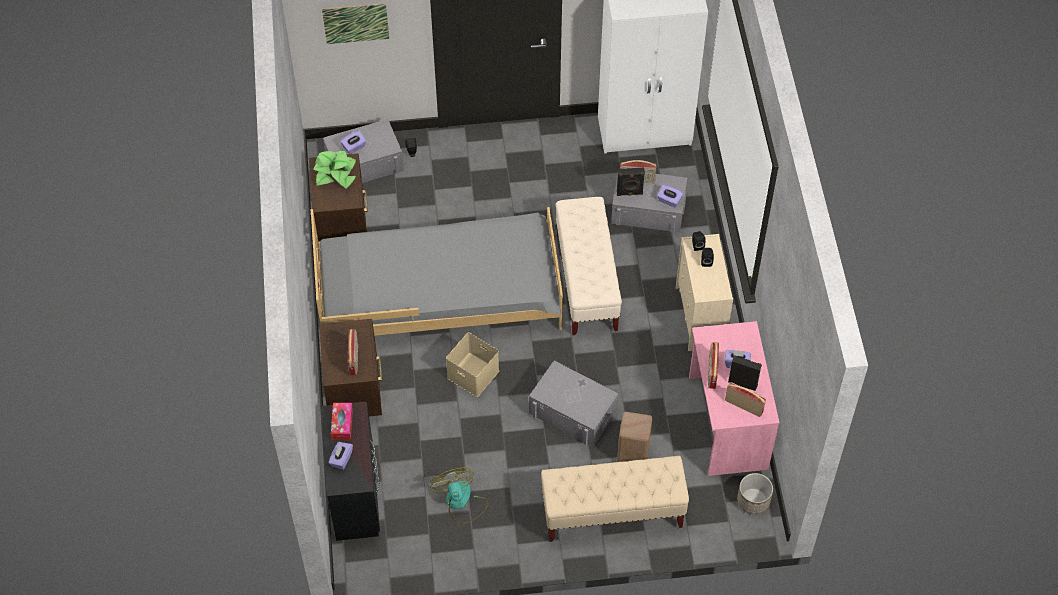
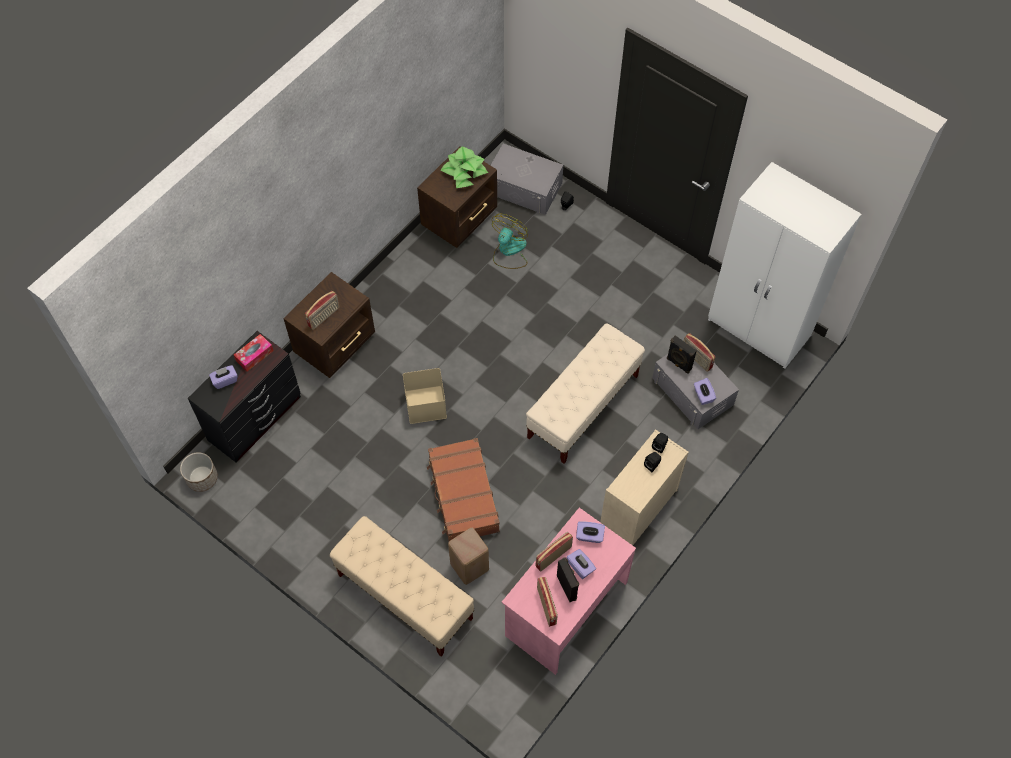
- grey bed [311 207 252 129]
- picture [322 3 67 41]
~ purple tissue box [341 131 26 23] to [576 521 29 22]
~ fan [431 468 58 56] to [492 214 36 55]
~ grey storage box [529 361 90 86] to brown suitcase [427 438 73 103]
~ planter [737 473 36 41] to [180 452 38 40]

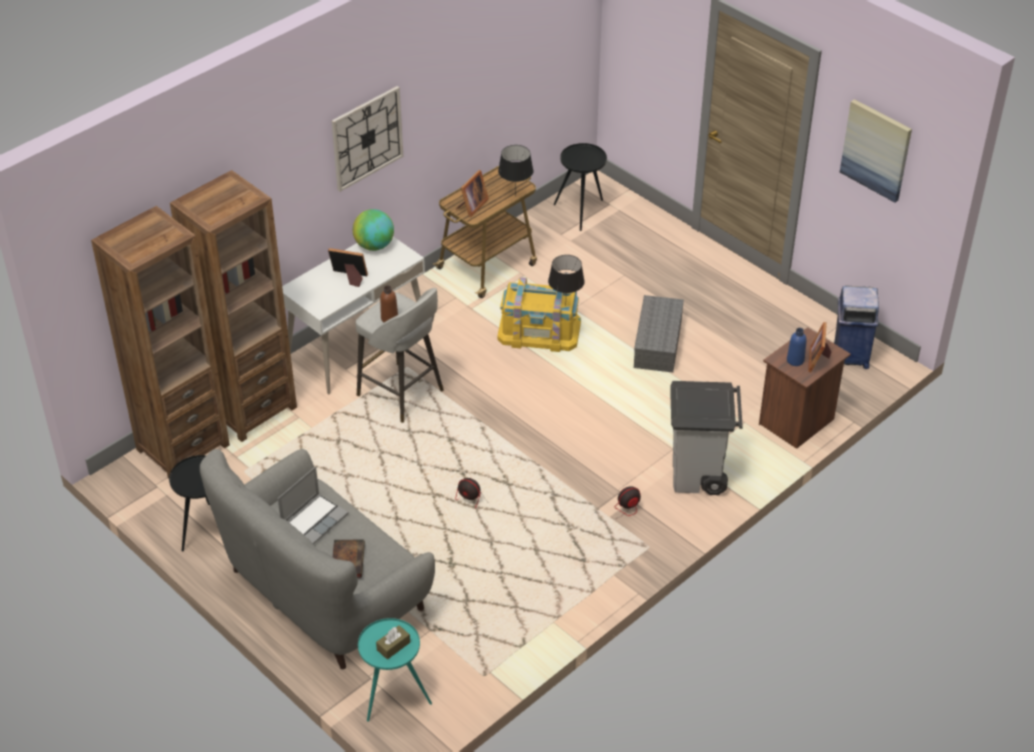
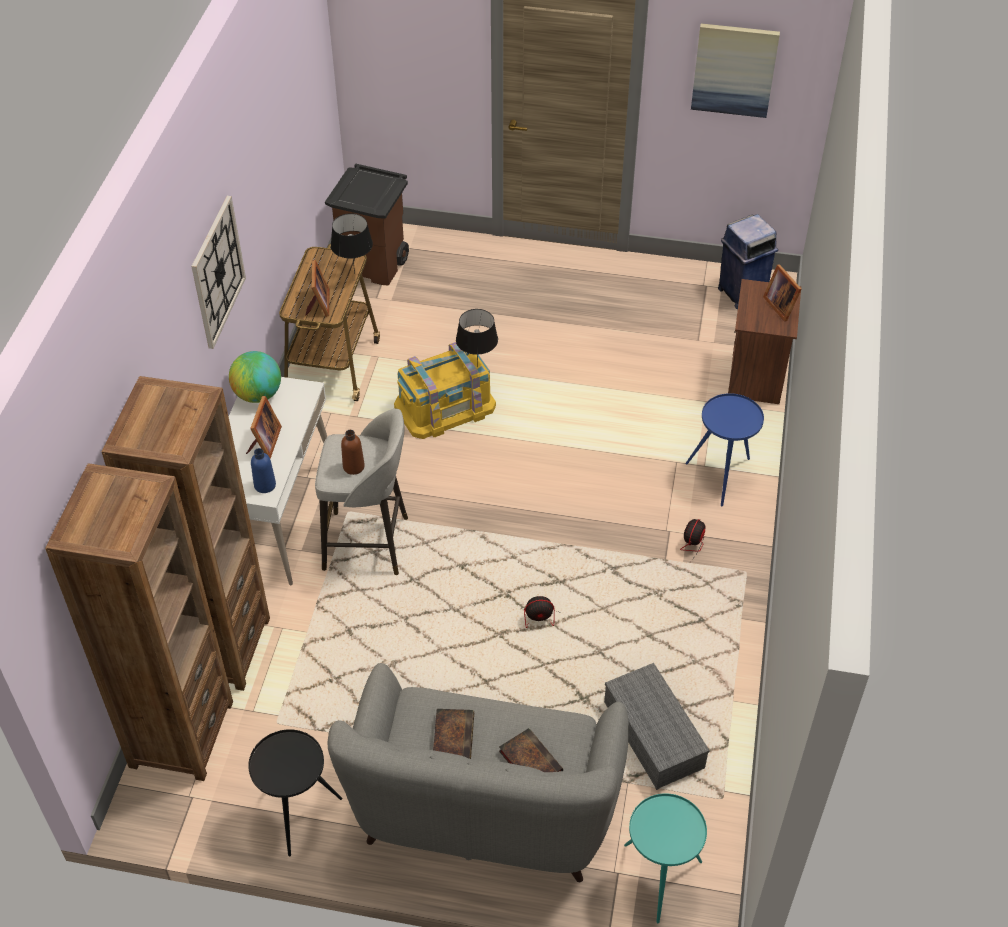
~ laptop [278 466 70 78] to book [433 709 41 50]
~ picture frame [328 248 40 39] = [246 396 36 63] 120 degrees clockwise
- brown tissue box [376 625 34 34]
~ black side table [554 143 53 88] to brown trash can [325 164 84 121]
~ grey storage box [634 295 50 78] to [604 663 106 127]
~ grey trash can [670 381 73 114] to blue side table [686 393 78 113]
~ blue bottle [787 328 20 38] to [251 448 25 45]

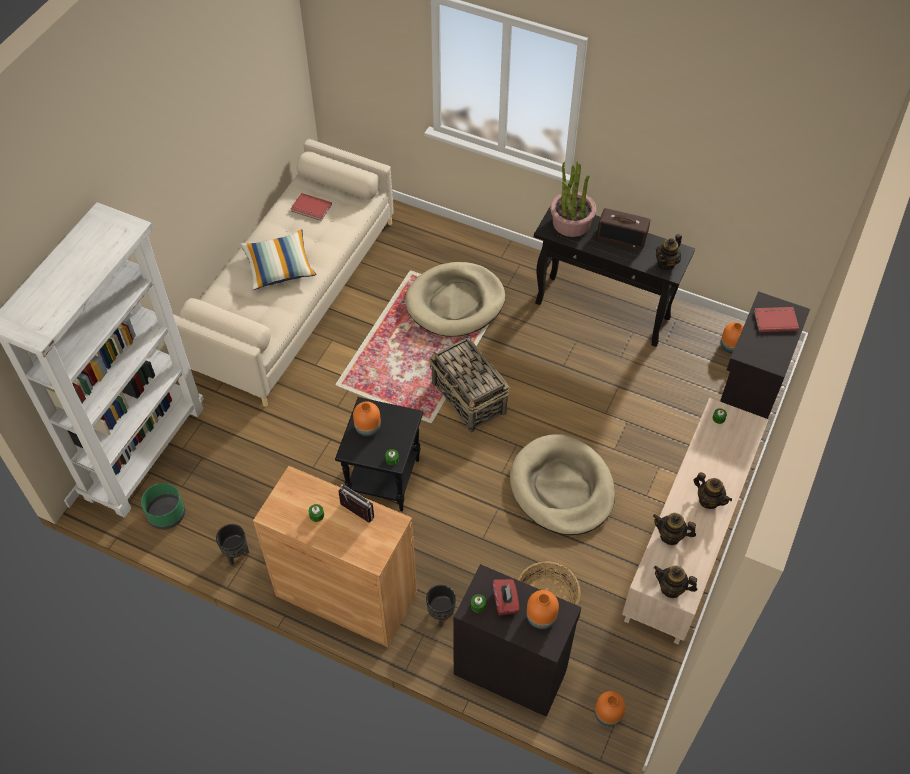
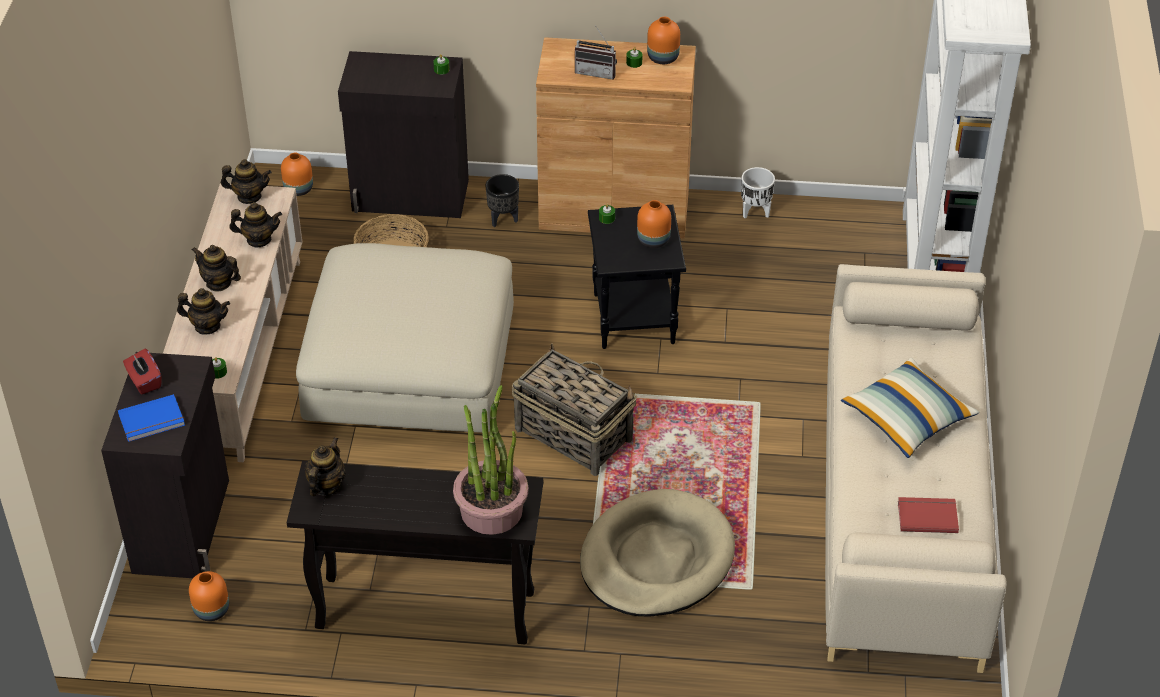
- green planter [141 483 44 47]
~ black planter [216 524 33 41] to white planter [741 167 34 51]
~ red tissue box [493 579 26 37] to [123 349 39 45]
~ beige dog bed [510 434 105 101] to beige ottoman [296 243 218 190]
~ orange vase [526 590 33 39] to [647 17 33 47]
- radio [597 208 53 41]
~ red book [754 307 45 25] to blue book [118 394 67 48]
+ teapot [177 288 53 46]

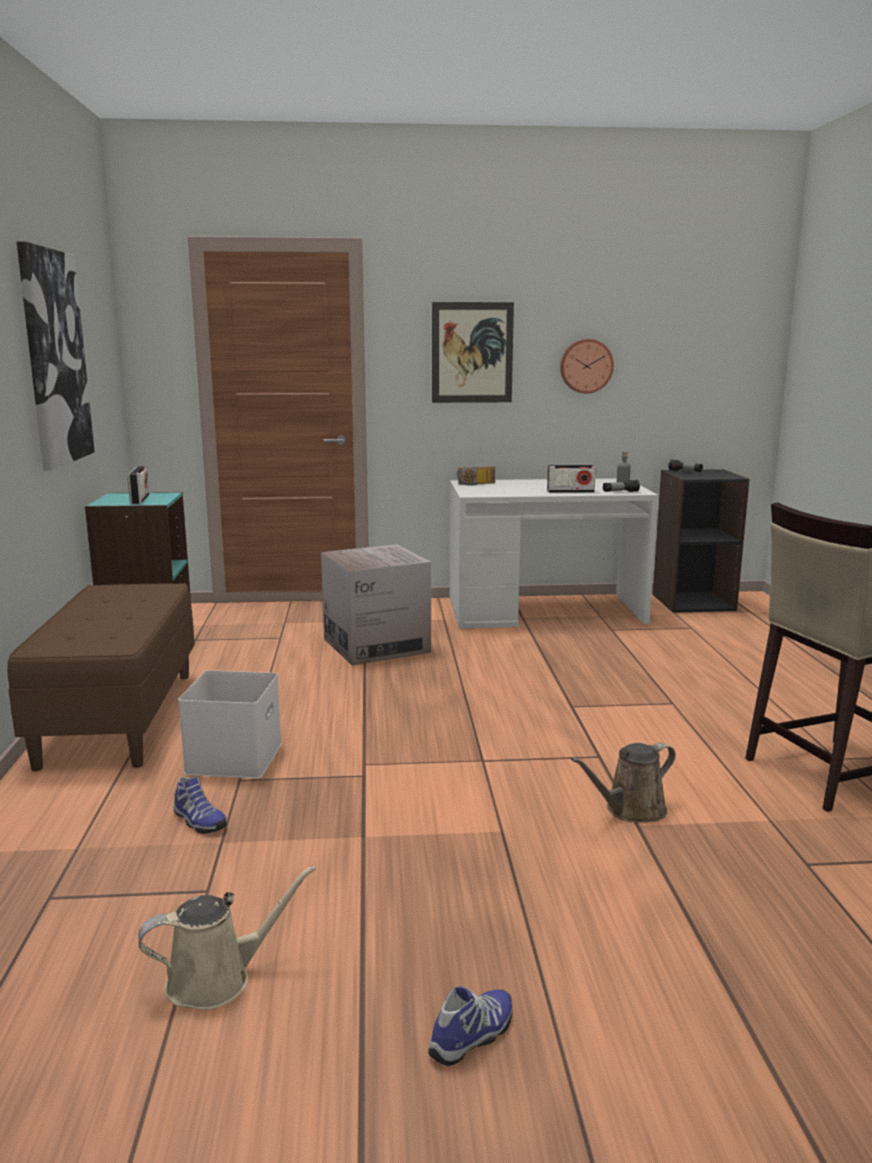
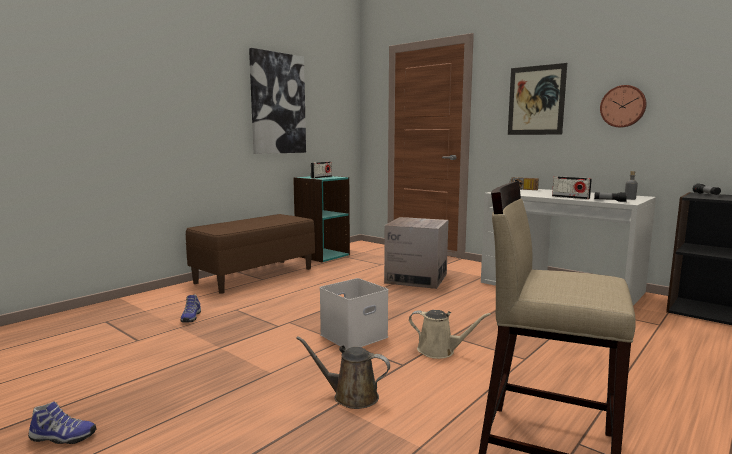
~ beige watering can [138 865 178 145] to [409 310 82 49]
~ white storage box [178 670 104 109] to [320 278 69 72]

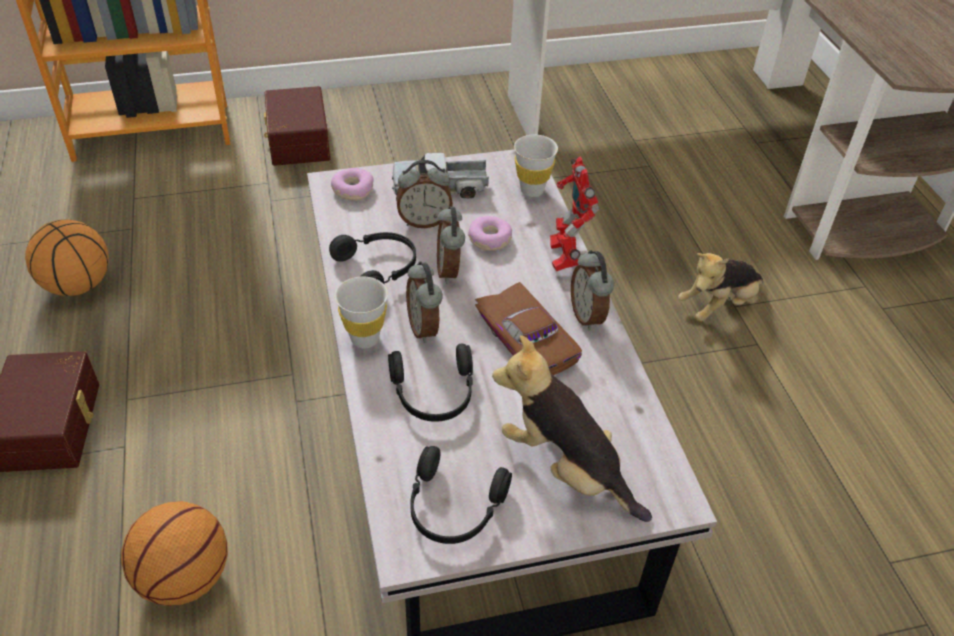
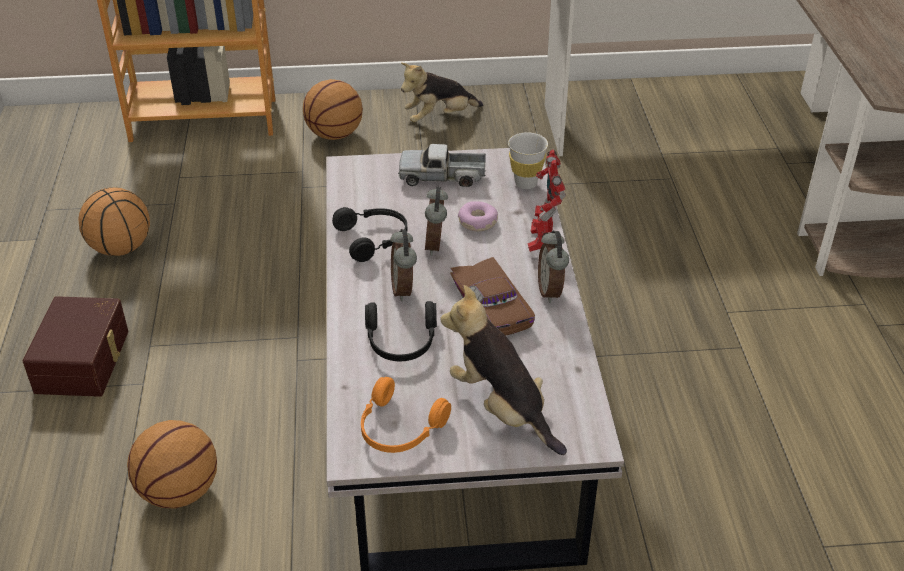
~ brown storage box [264 86 66 80] to basketball [303 79 60 61]
- donut [331 168 43 33]
- white cup [335 276 53 72]
- alarm clock [396 160 57 68]
~ black headphones [410 446 102 98] to orange headphones [361 377 90 76]
~ plush toy [678 253 85 69] to [401 63 82 59]

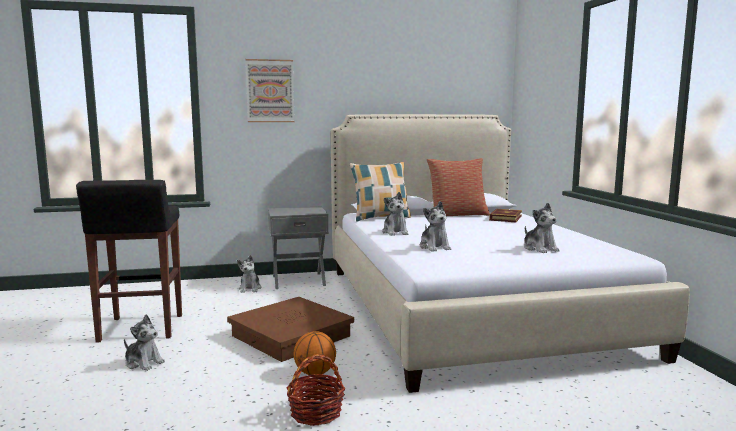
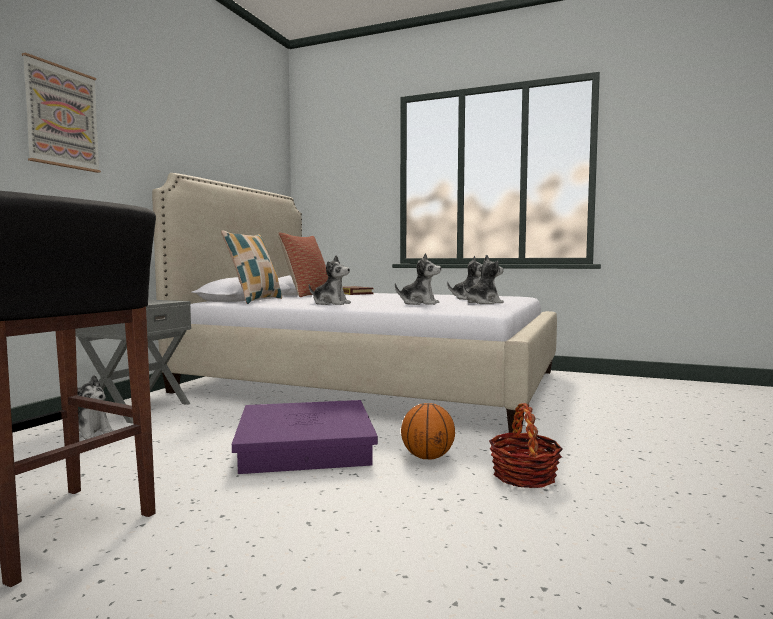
~ plush toy [124 314 41 57] to [463 255 41 49]
~ brown storage box [227 297 127 65] to purple storage box [232 400 146 74]

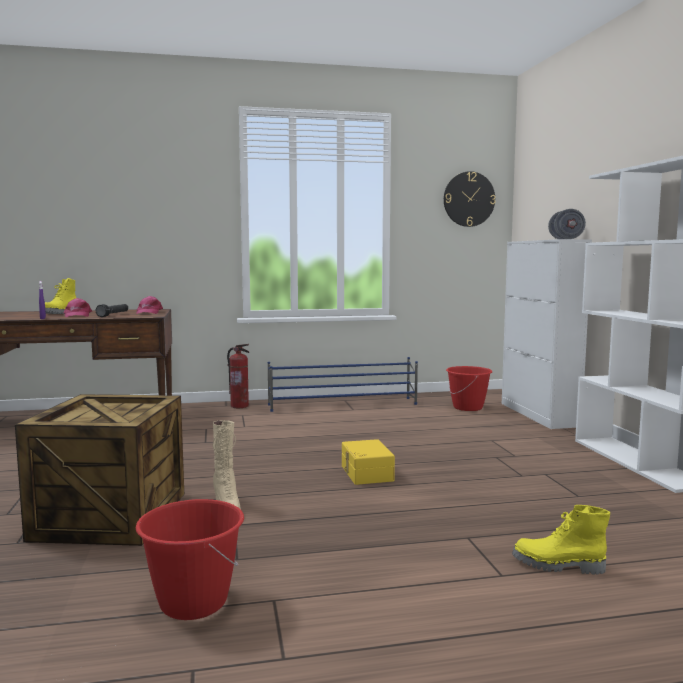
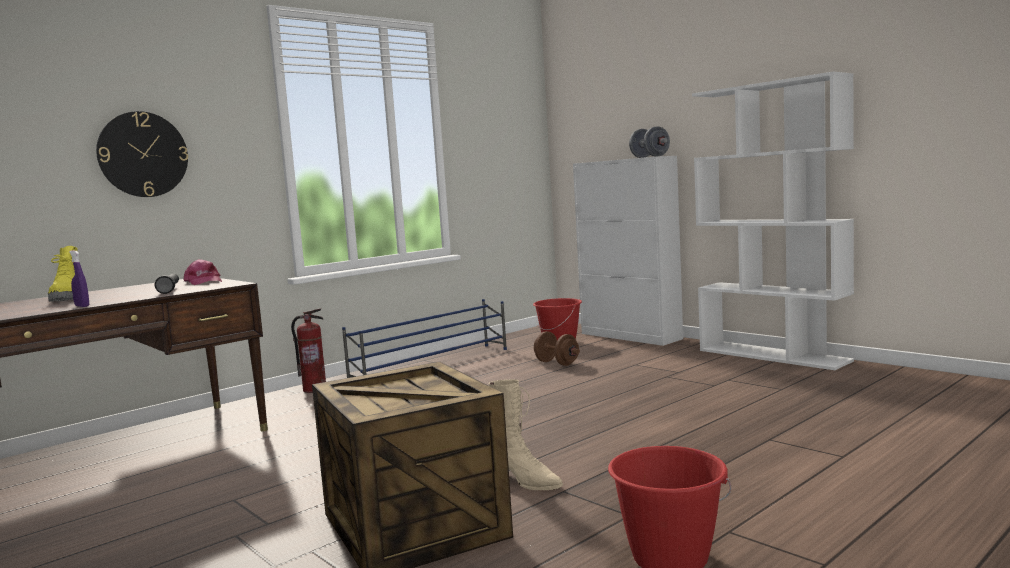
- pink cap [63 298 29 19]
- yellow storage box [342 439 53 46]
~ wall clock [444 171 52 56] to [96 111 92 86]
- yellow boot [512 505 98 70]
+ brown dumbbell [534 331 46 35]

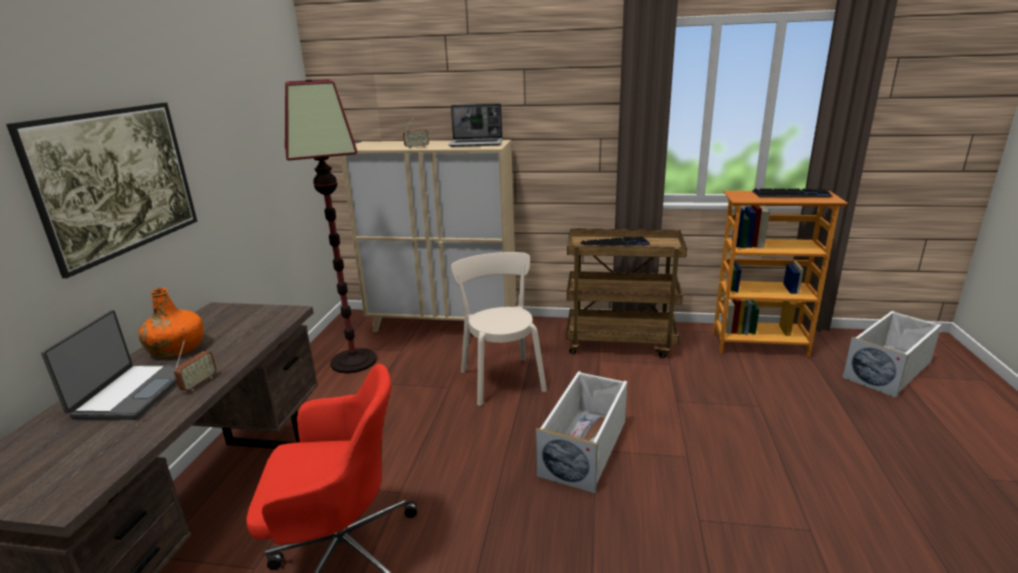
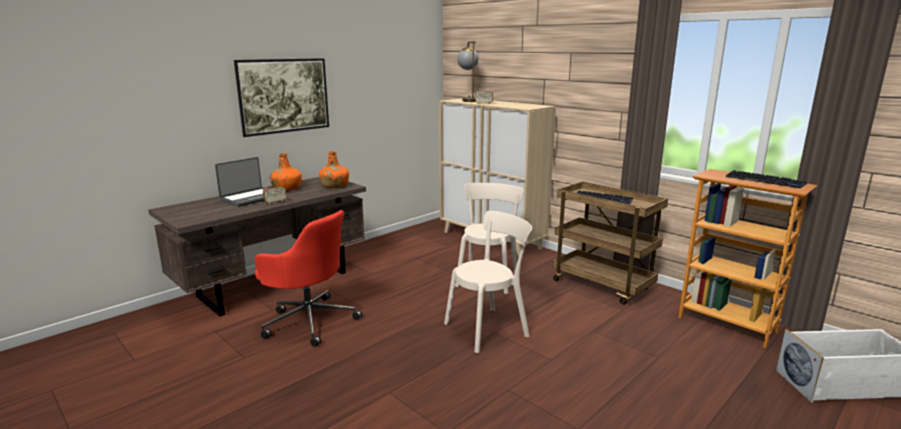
- floor lamp [285 79 92 295]
- laptop [449 104 54 43]
~ white storage box [536 371 91 122] to beige chair [444 211 88 142]
+ orange bottle [319 151 30 37]
+ table lamp [457 41 22 61]

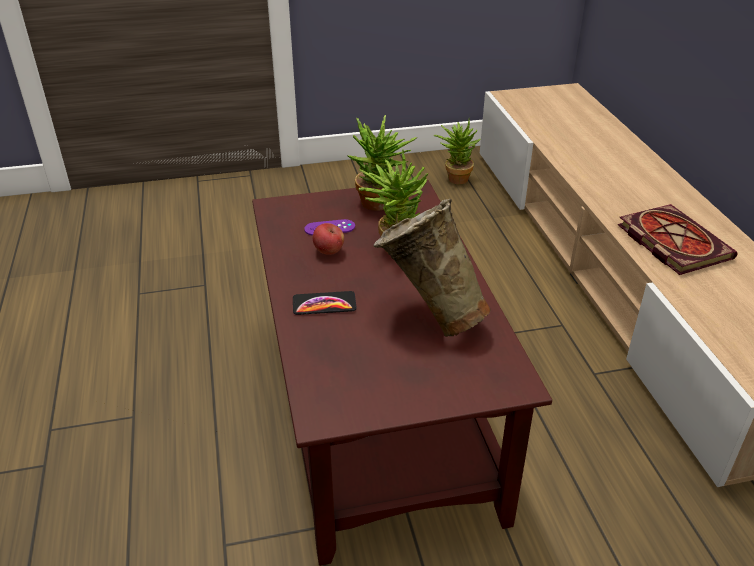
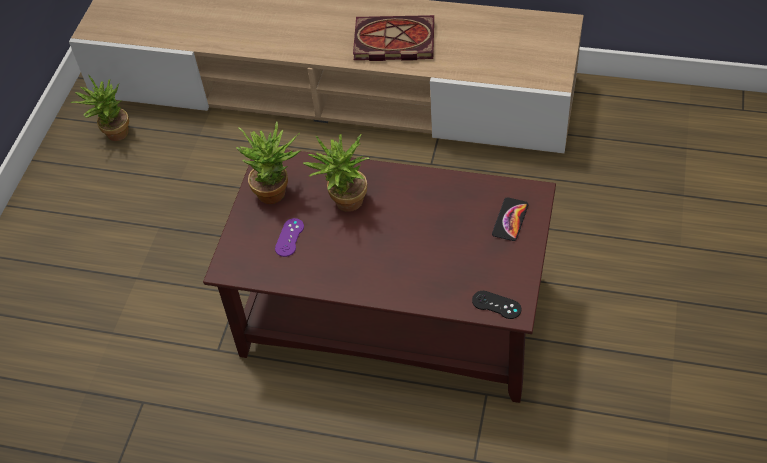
~ phone [293 291 64 24] to [492 197 37 44]
- apple [313 223 31 32]
- beige vase [374 199 117 138]
+ black game controller [472 291 49 28]

